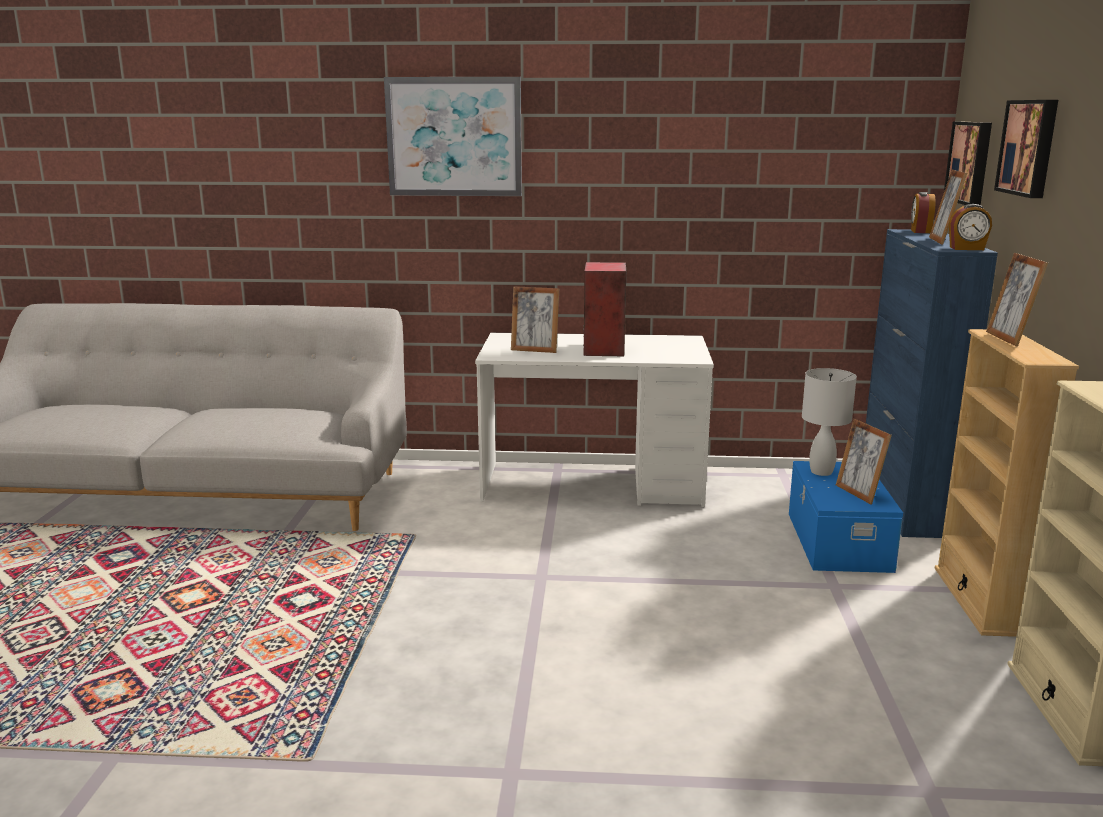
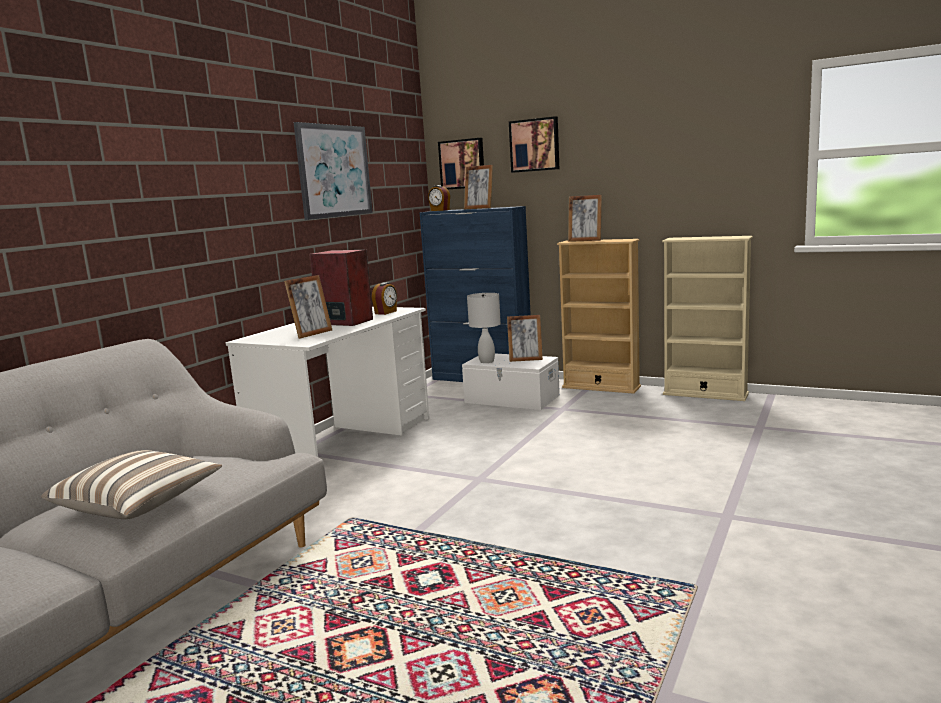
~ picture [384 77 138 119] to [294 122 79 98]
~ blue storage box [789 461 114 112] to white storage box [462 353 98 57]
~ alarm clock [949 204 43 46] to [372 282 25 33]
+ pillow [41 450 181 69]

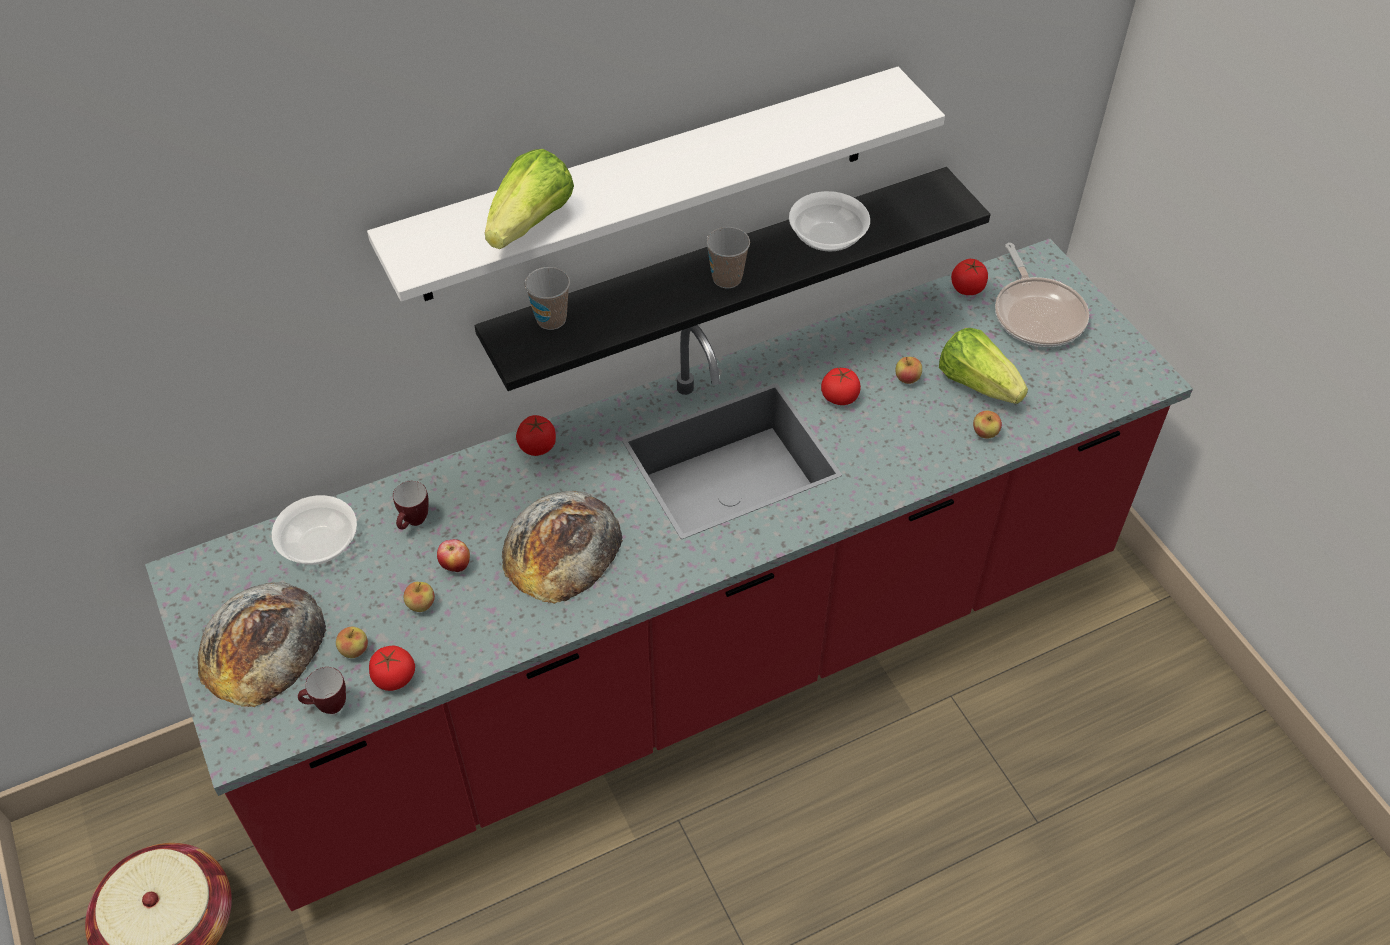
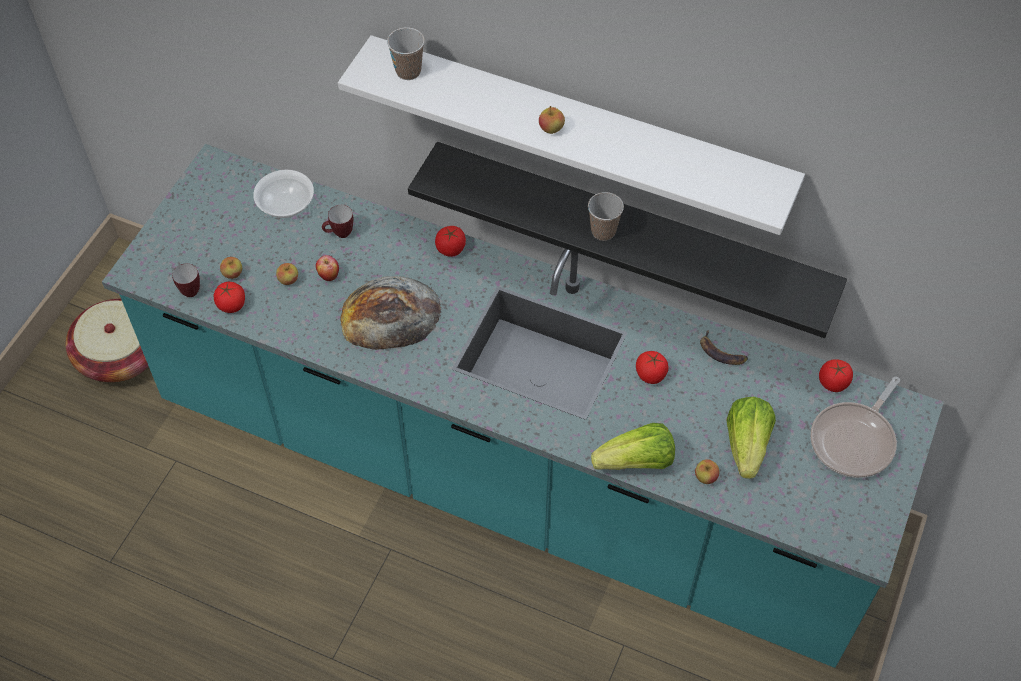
~ red counter [145 239 1048 672] to turquoise counter [102 144 842 524]
- bread [197 582 130 125]
~ lettuce [485 149 89 100] to [591 423 84 47]
~ cup [525 267 45 63] to [387 28 38 52]
- bowl [789 191 81 60]
~ apple [895 357 27 27] to [539 106 26 28]
+ banana [700 330 48 35]

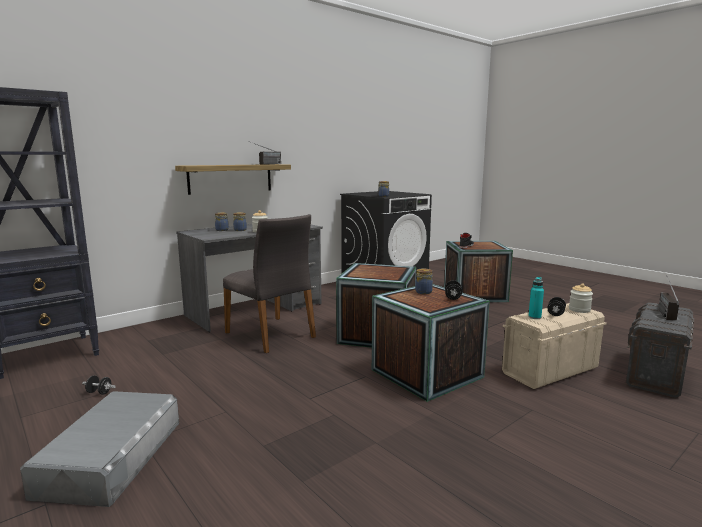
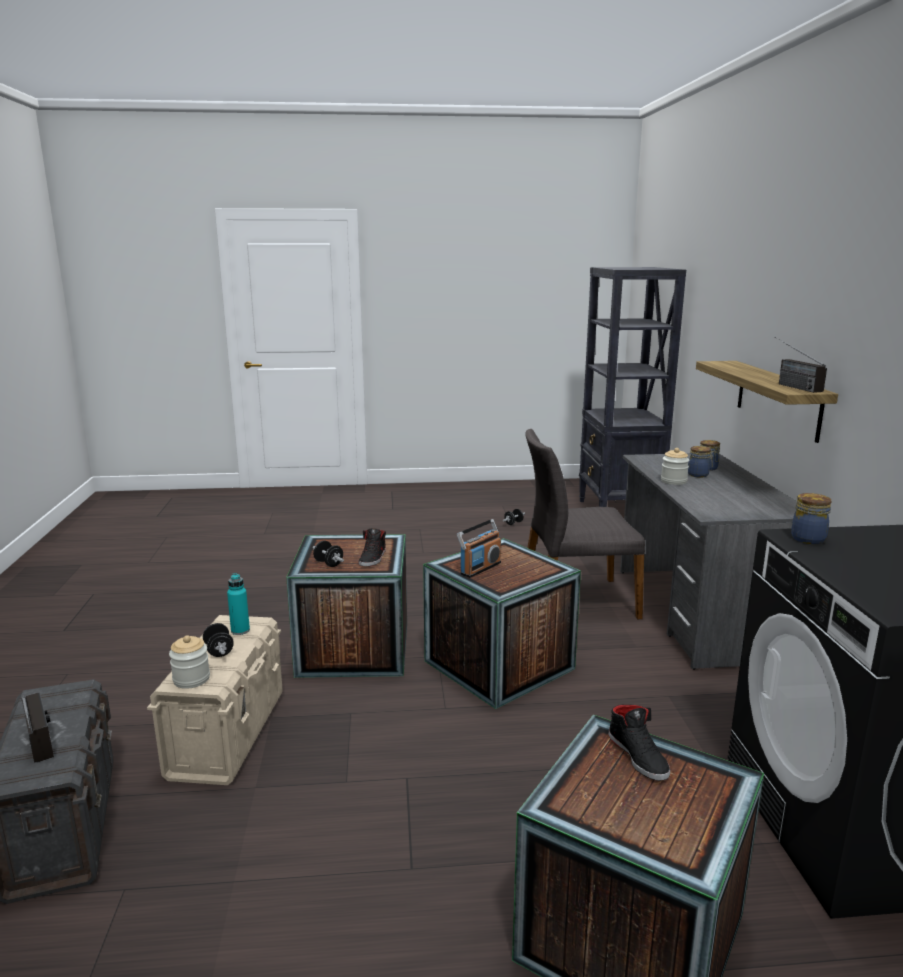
- grey storage box [20 391 159 116]
~ jar [415 268 18 26] to black shoe [358 528 28 39]
+ radio [457 519 44 59]

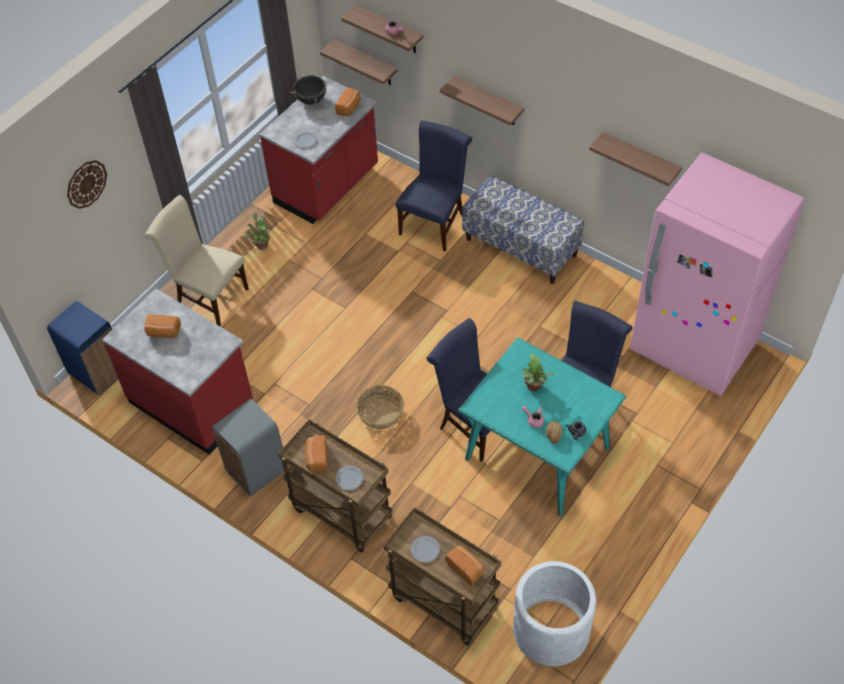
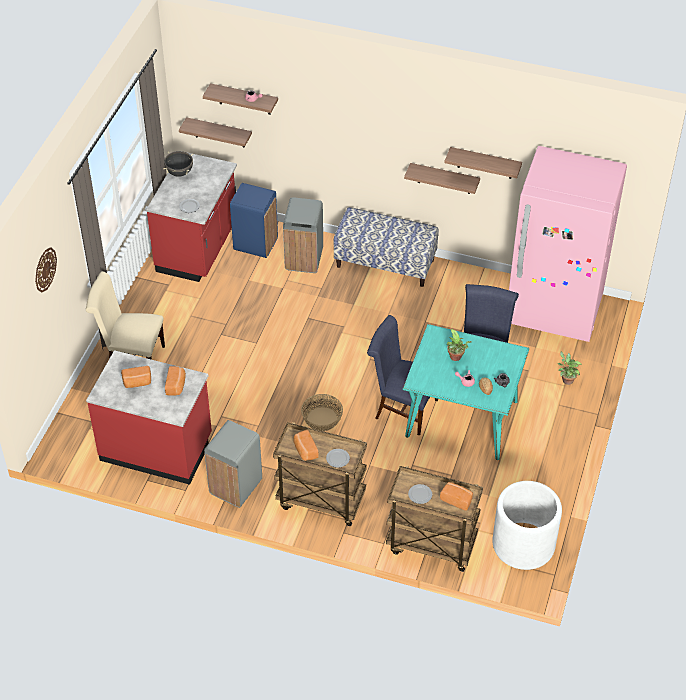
~ blue trash can [47 301 71 94] to [230 183 48 75]
~ potted plant [245 213 25 37] to [558 352 24 33]
~ bread [335 87 26 29] to [165 366 21 29]
~ blue chair [396 120 76 132] to grey trash can [283 198 40 75]
~ shelf [440 76 84 50] to [404 163 76 31]

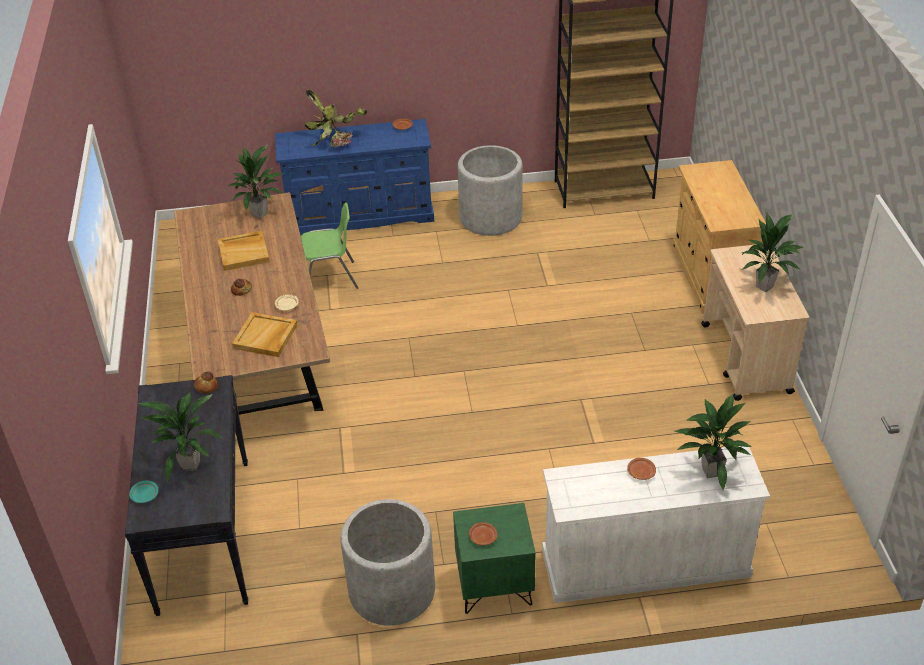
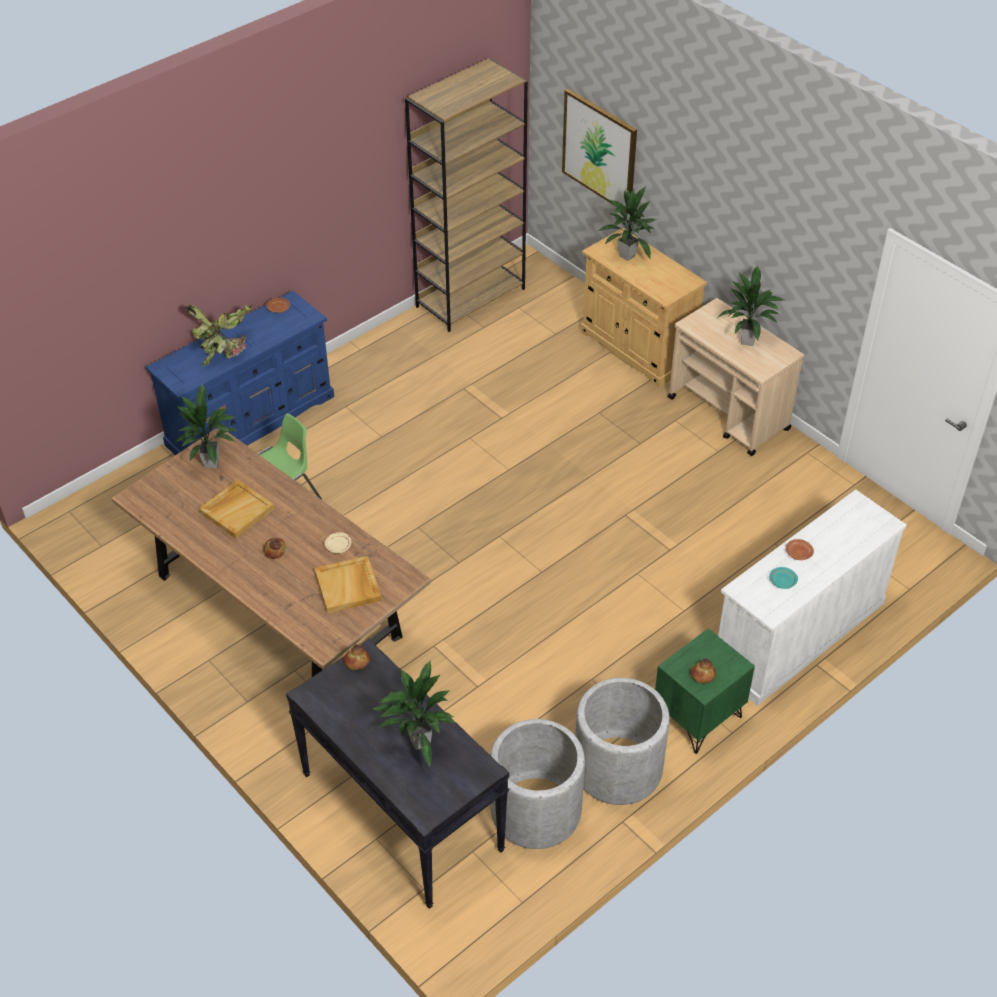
~ turquoise plate [129 481 29 22] to [769 567 29 22]
~ grey planter [458 145 65 91] to [490 719 95 130]
~ brown plate [469 522 28 23] to bread [690 659 26 24]
~ potted plant [674 394 78 96] to [598 186 60 75]
+ picture [562 89 75 125]

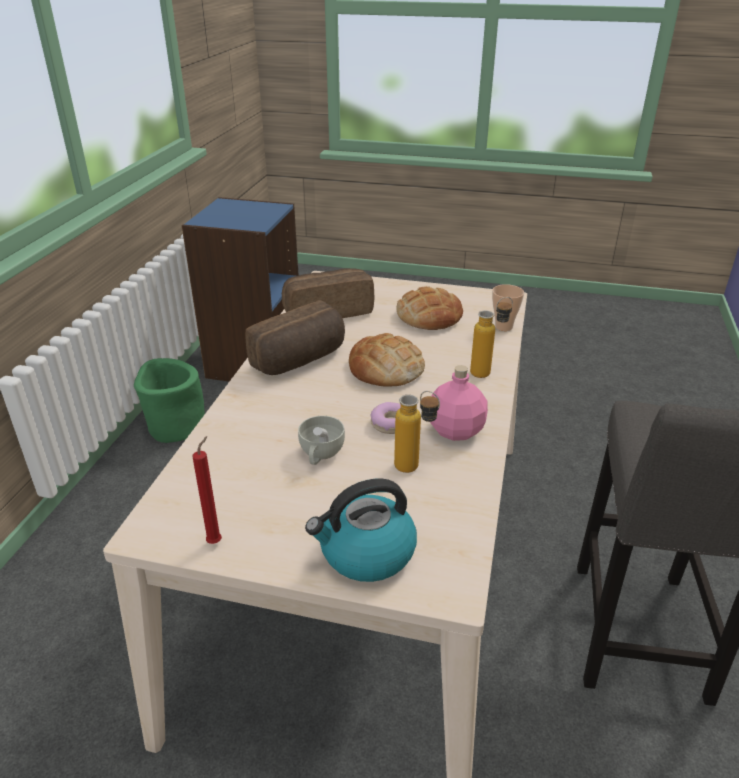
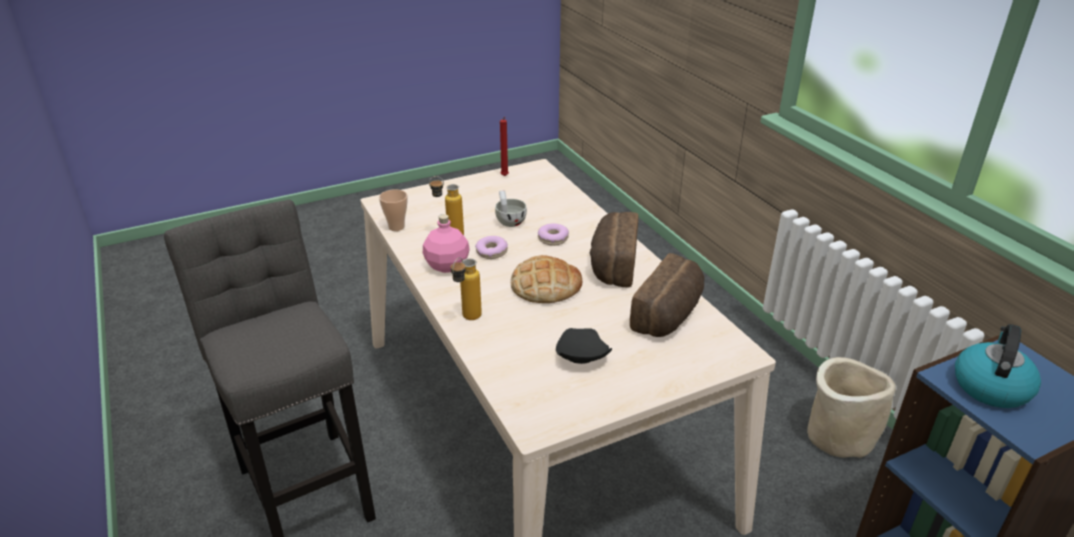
~ green planter [134 358 71 85] to beige planter [807 357 89 101]
~ kettle [305 478 112 104] to [955 324 86 84]
~ bread [397 286 66 44] to black plate [556 328 56 36]
~ cup [492 284 32 47] to [379 189 29 42]
+ donut [538 224 31 22]

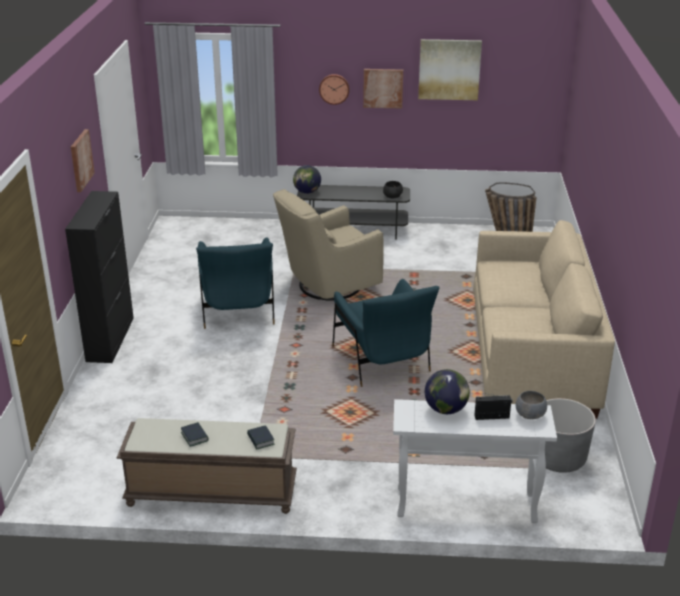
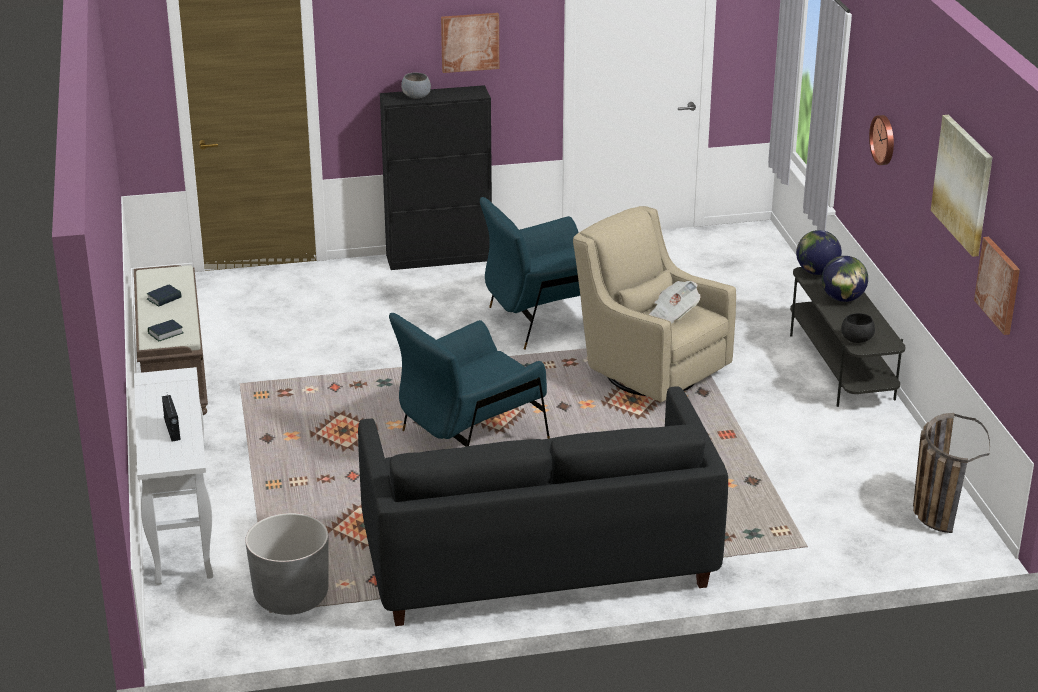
~ picture [363 69 40 40] to [974 237 46 98]
~ globe [425 369 45 45] to [822 256 46 46]
~ beige sofa [473 220 142 199] to black sofa [358 387 370 239]
~ grey bowl [515 391 32 28] to [401 72 30 27]
+ newspaper [649 281 52 42]

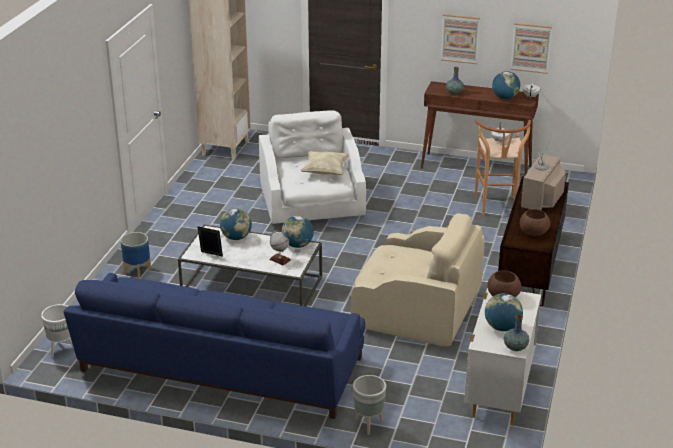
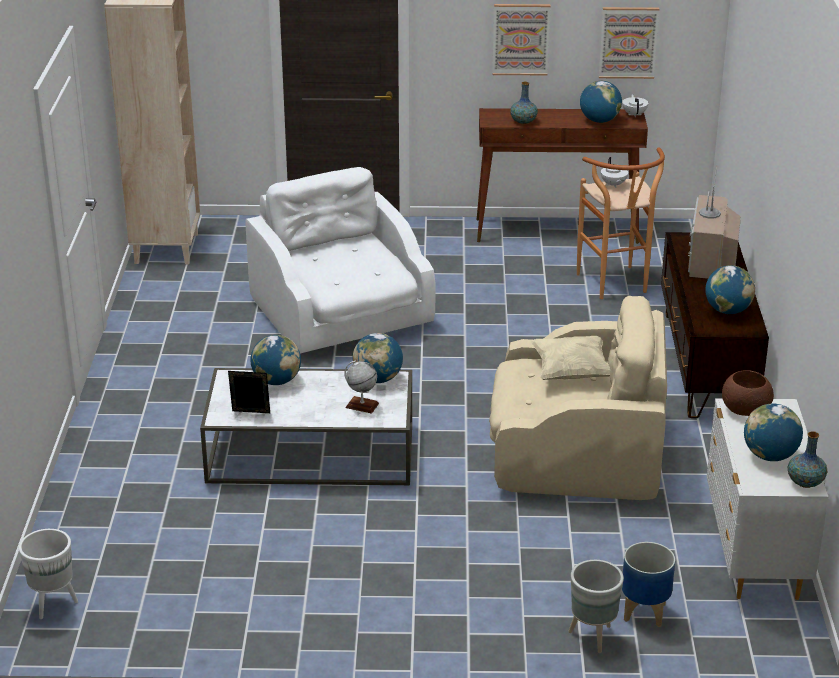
- blue sofa [64 273 301 146]
~ planter [121 232 30 46] to [622 542 53 85]
~ beige pillow [300 151 49 24] to [530 336 81 44]
~ brown bowl [520 209 30 27] to globe [705 265 50 49]

